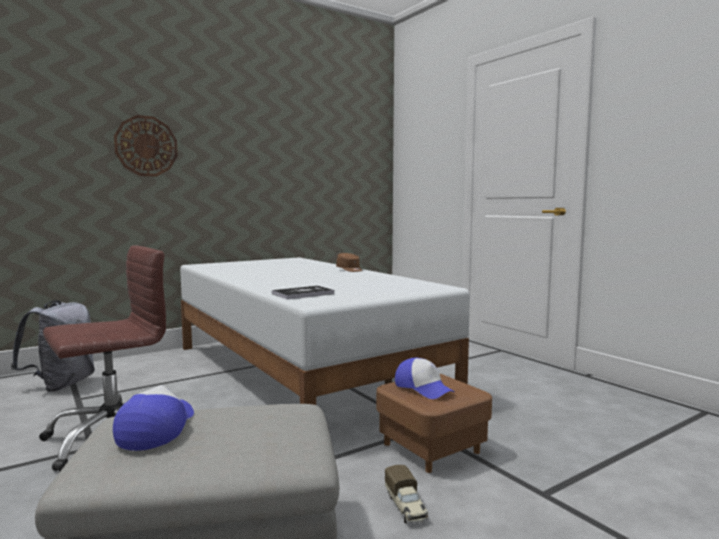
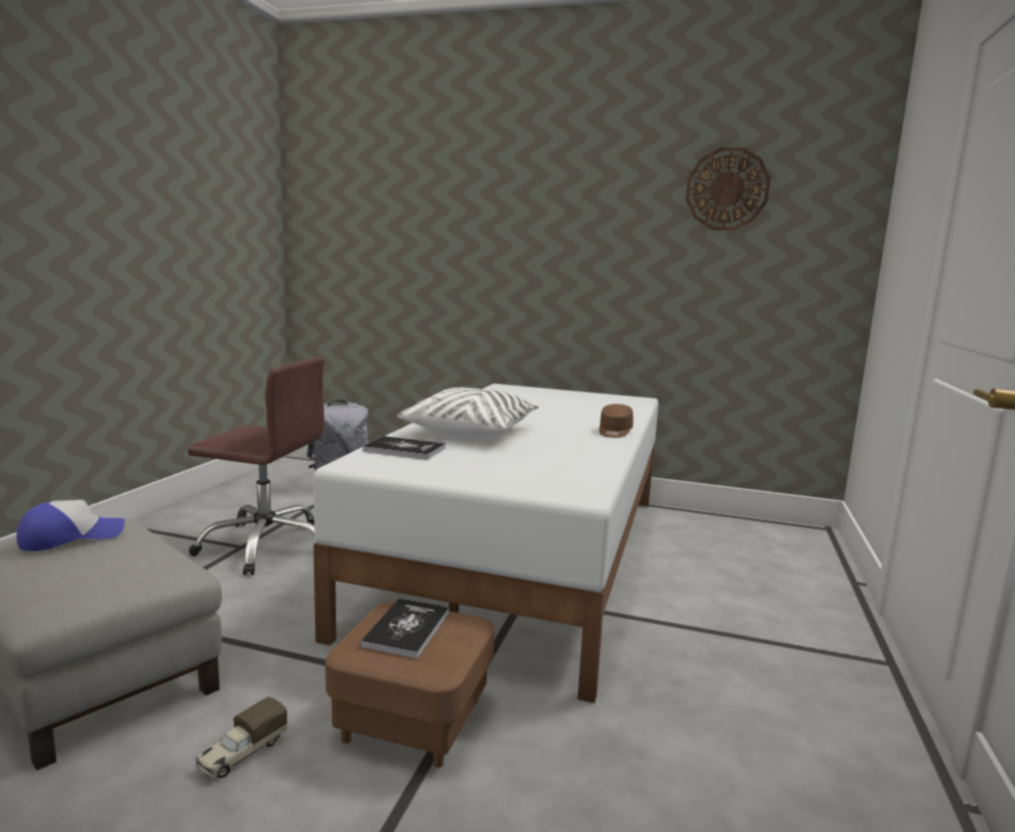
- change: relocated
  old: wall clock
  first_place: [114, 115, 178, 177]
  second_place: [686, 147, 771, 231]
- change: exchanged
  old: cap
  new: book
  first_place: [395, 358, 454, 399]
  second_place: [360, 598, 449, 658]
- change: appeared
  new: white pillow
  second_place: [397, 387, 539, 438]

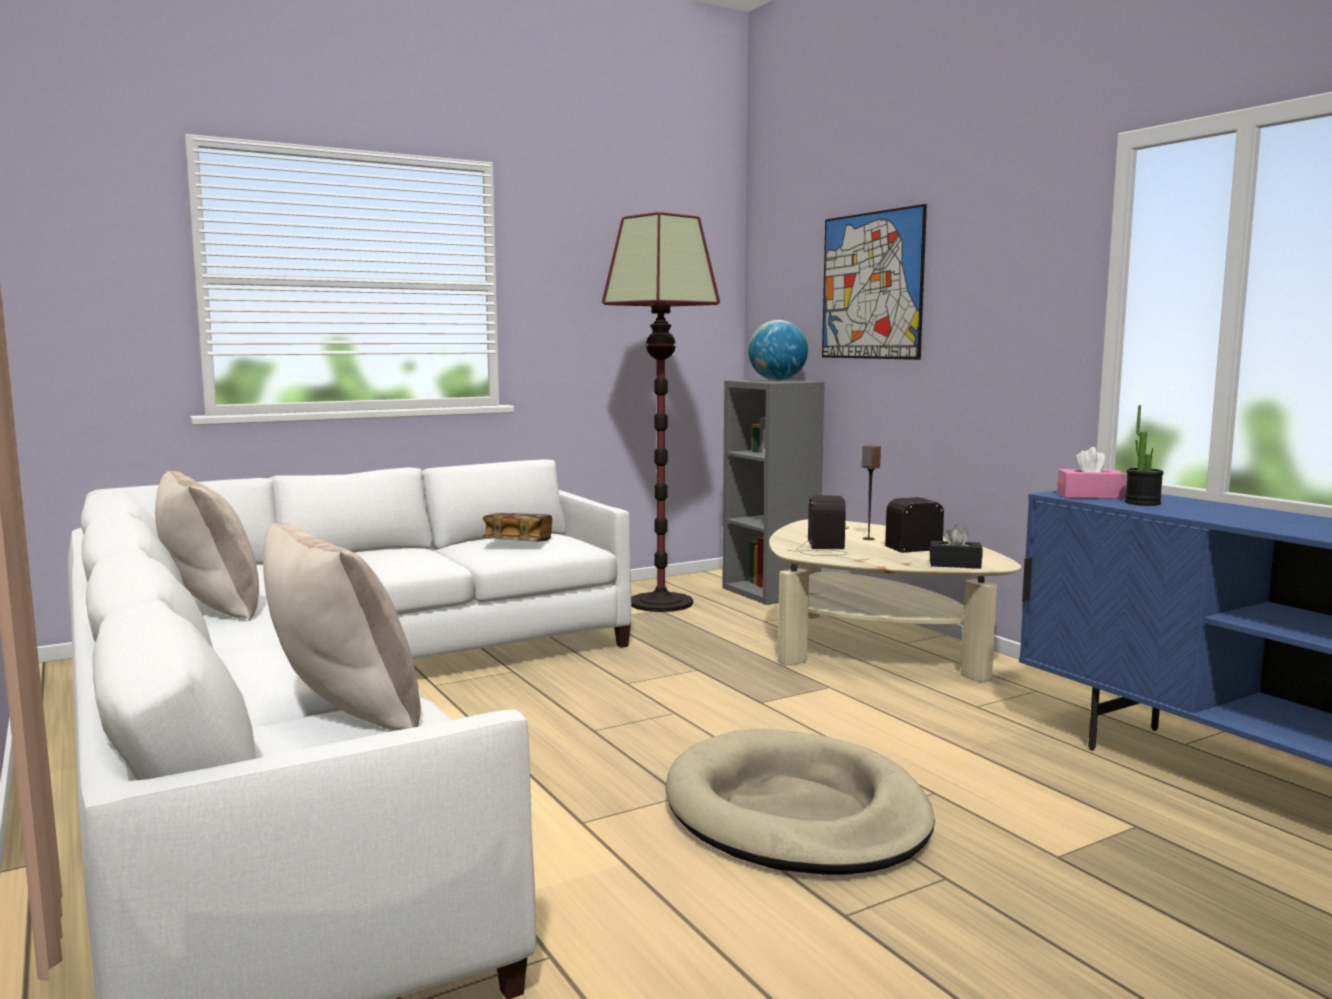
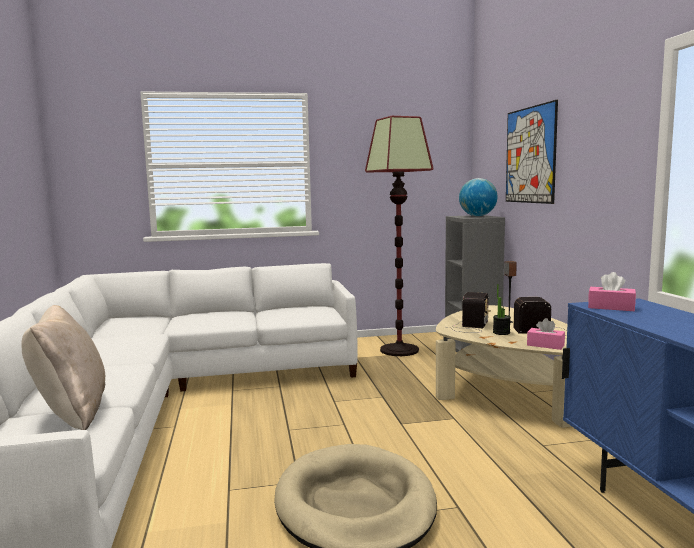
- change: relocated
  old: potted plant
  first_place: [1125, 405, 1163, 506]
  second_place: [493, 284, 511, 335]
- change: missing
  old: beige pillow
  first_place: [155, 471, 259, 621]
- change: missing
  old: book
  first_place: [482, 513, 552, 541]
- change: colour
  old: black tissue box
  new: pink tissue box
  first_place: [929, 524, 982, 569]
  second_place: [527, 318, 565, 350]

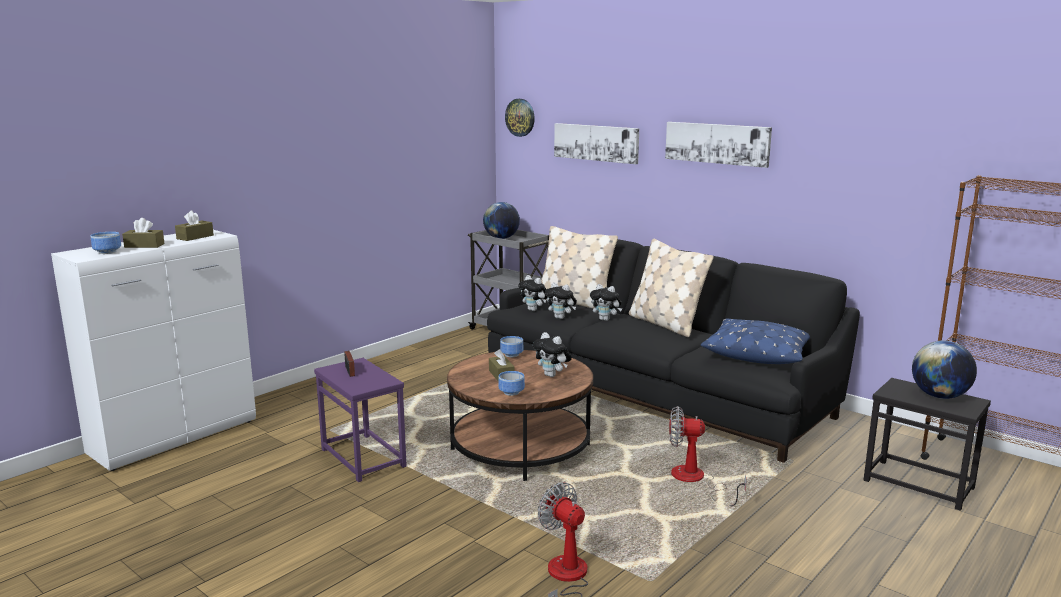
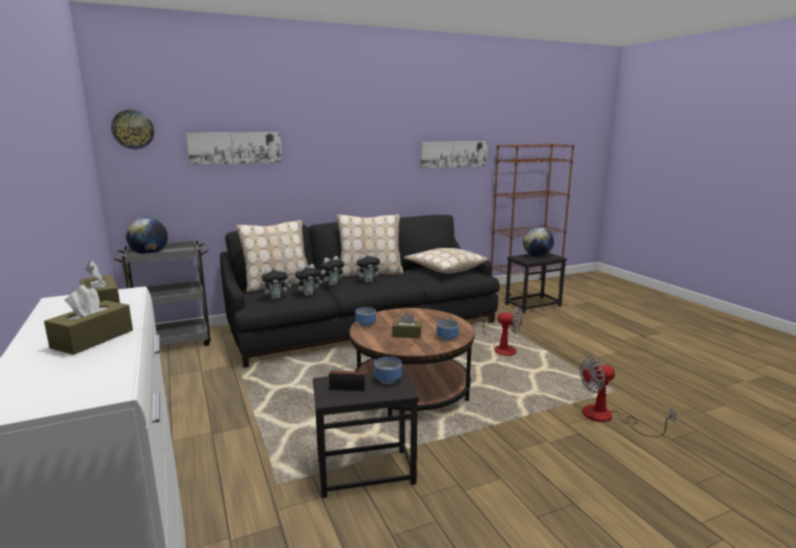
- change: relocated
  old: picture
  first_place: [665, 122, 772, 168]
  second_place: [420, 141, 488, 168]
- change: relocated
  old: bowl
  first_place: [90, 232, 121, 254]
  second_place: [374, 357, 402, 384]
- change: colour
  old: blue pillow
  new: beige pillow
  first_place: [701, 319, 810, 364]
  second_place: [404, 248, 488, 274]
- change: relocated
  old: plush toy
  first_place: [533, 332, 572, 377]
  second_place: [356, 253, 382, 283]
- change: colour
  old: purple side table
  new: black side table
  first_place: [314, 358, 407, 482]
  second_place: [313, 369, 419, 498]
- change: spun
  old: fan
  first_place: [669, 406, 747, 506]
  second_place: [479, 306, 522, 356]
  degrees: -105

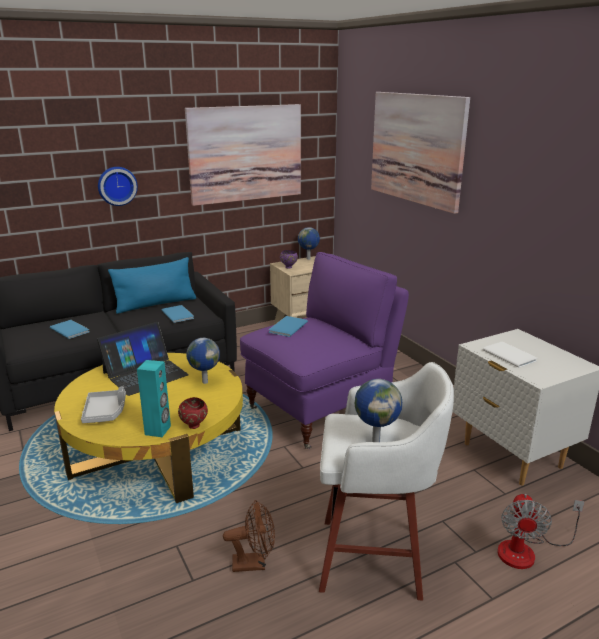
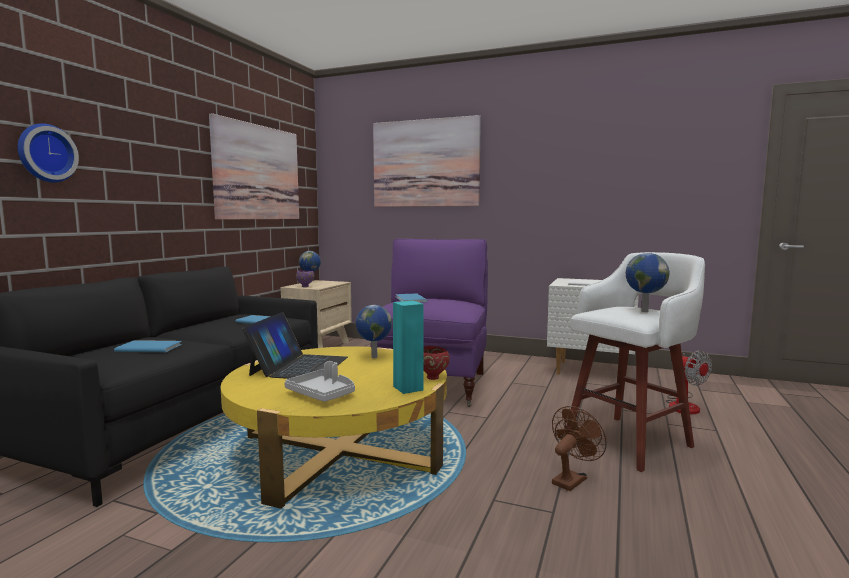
- change: relocated
  old: wall clock
  first_place: [98, 167, 138, 206]
  second_place: [18, 123, 79, 182]
- change: missing
  old: blue pillow
  first_place: [108, 257, 196, 314]

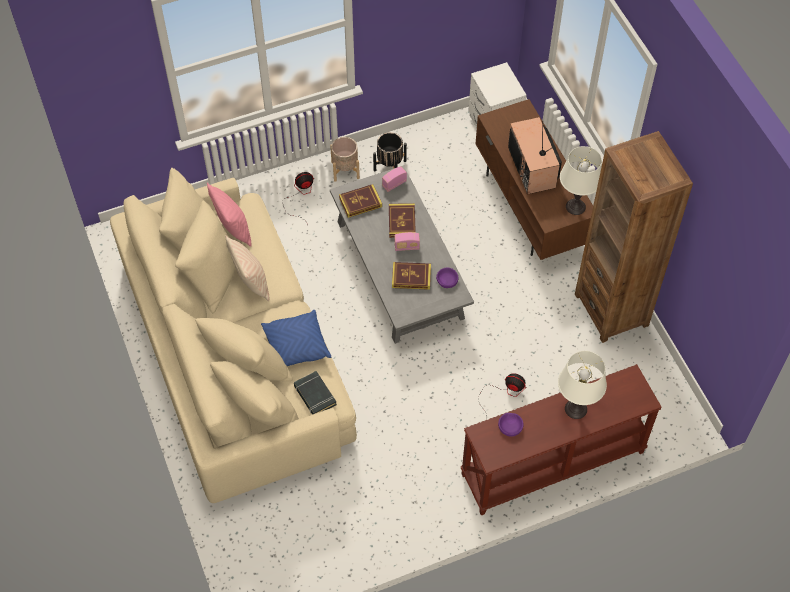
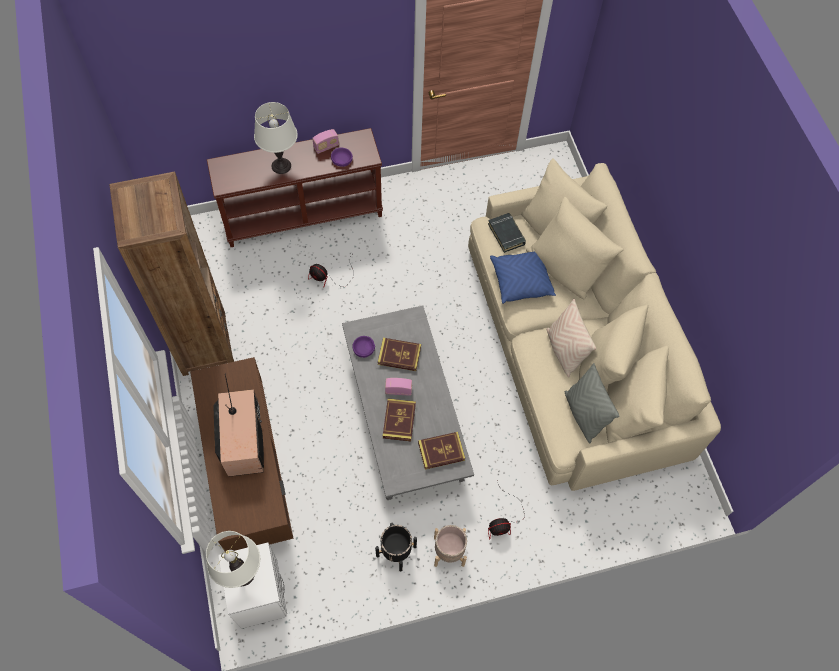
- change: relocated
  old: white table lamp
  first_place: [560, 146, 602, 215]
  second_place: [206, 531, 260, 588]
- change: relocated
  old: radio
  first_place: [382, 166, 407, 192]
  second_place: [312, 129, 339, 154]
- change: colour
  old: pink pillow
  new: grey pillow
  first_place: [207, 183, 251, 247]
  second_place: [565, 363, 620, 443]

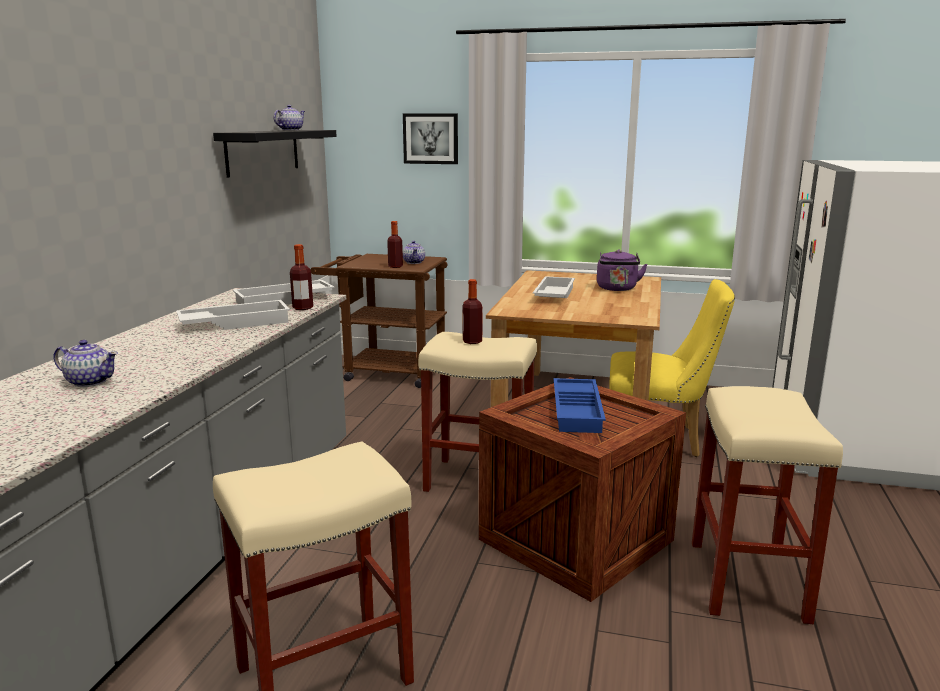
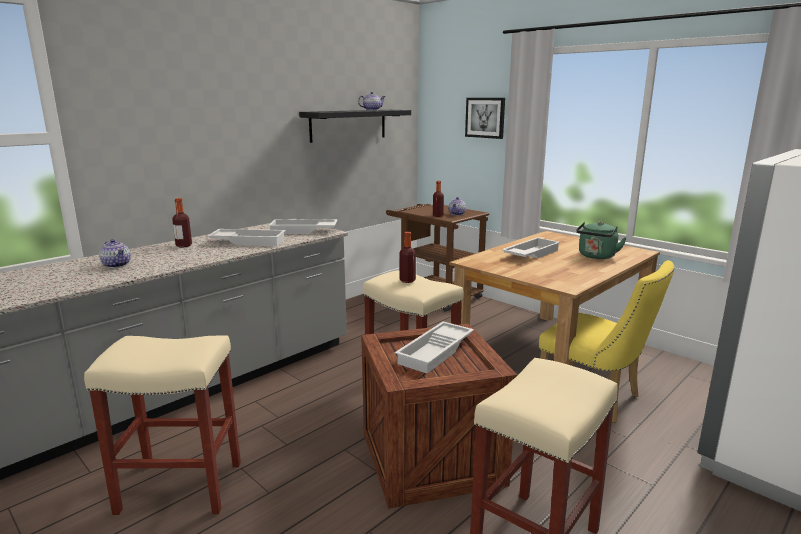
- change: relocated
  old: bottle
  first_place: [290, 244, 313, 310]
  second_place: [172, 198, 192, 247]
- change: colour
  old: purple kettle
  new: green kettle
  first_place: [597, 249, 648, 291]
  second_place: [576, 221, 626, 259]
- change: colour
  old: blue tray
  new: white tray
  first_place: [554, 378, 606, 433]
  second_place: [395, 321, 474, 374]

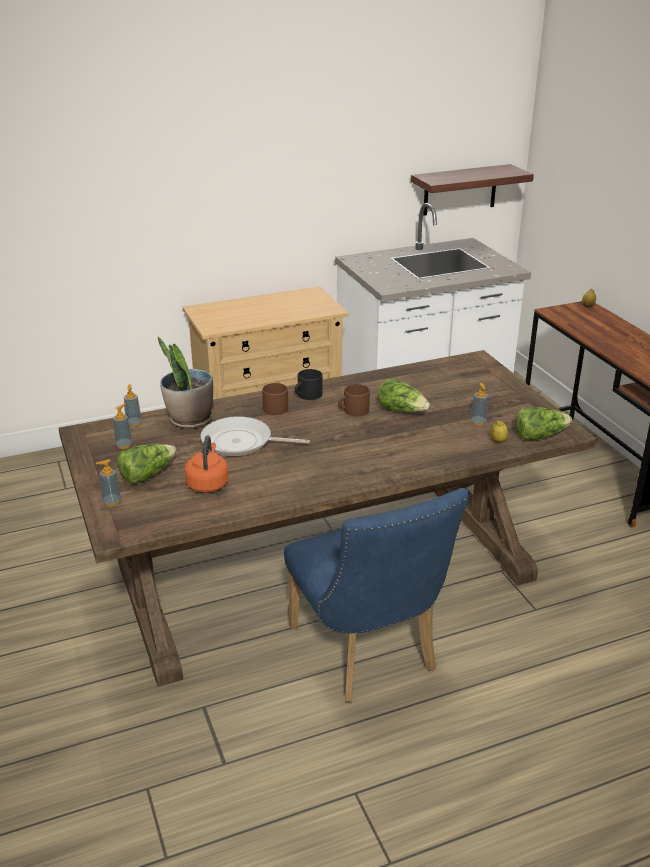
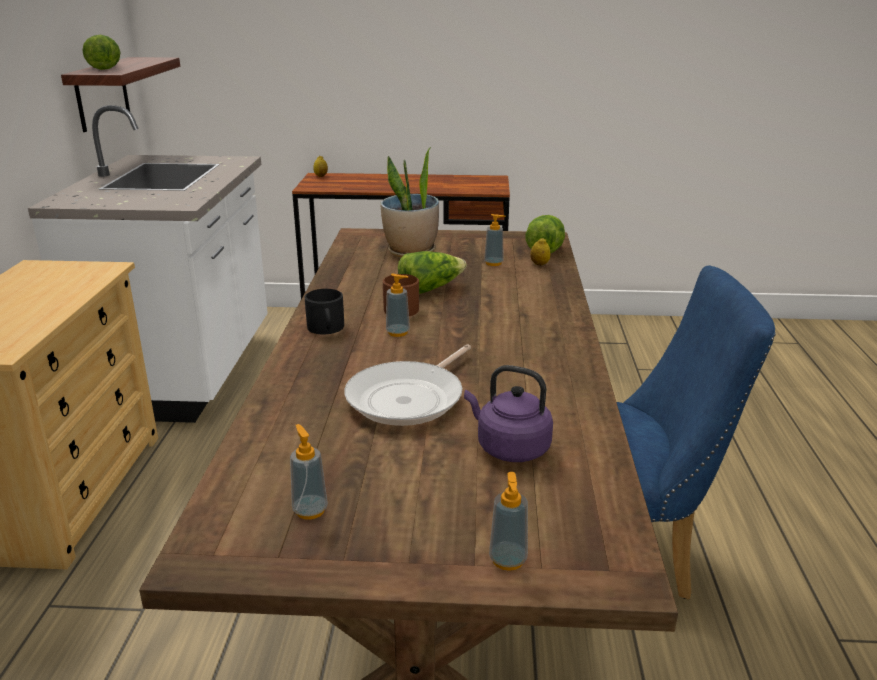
- change: relocated
  old: potted plant
  first_place: [158, 337, 213, 429]
  second_place: [380, 147, 439, 258]
- change: missing
  old: brown mug
  first_place: [262, 383, 288, 415]
- change: relocated
  old: soap dispenser
  first_place: [124, 384, 142, 427]
  second_place: [386, 274, 410, 337]
- change: colour
  old: orange kettle
  new: purple kettle
  first_place: [185, 436, 229, 493]
  second_place: [464, 365, 553, 462]
- change: relocated
  old: lettuce
  first_place: [117, 444, 176, 484]
  second_place: [82, 35, 121, 70]

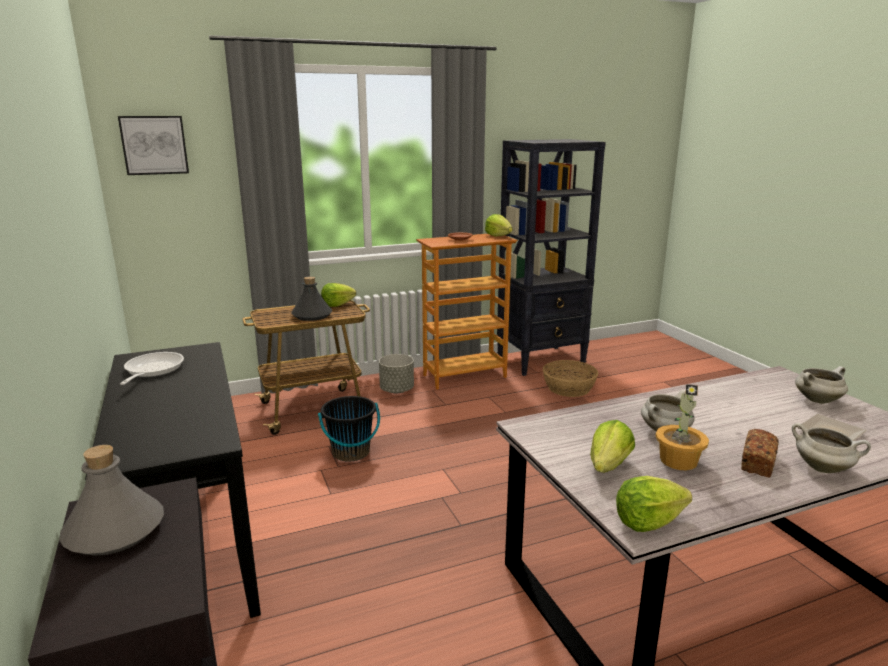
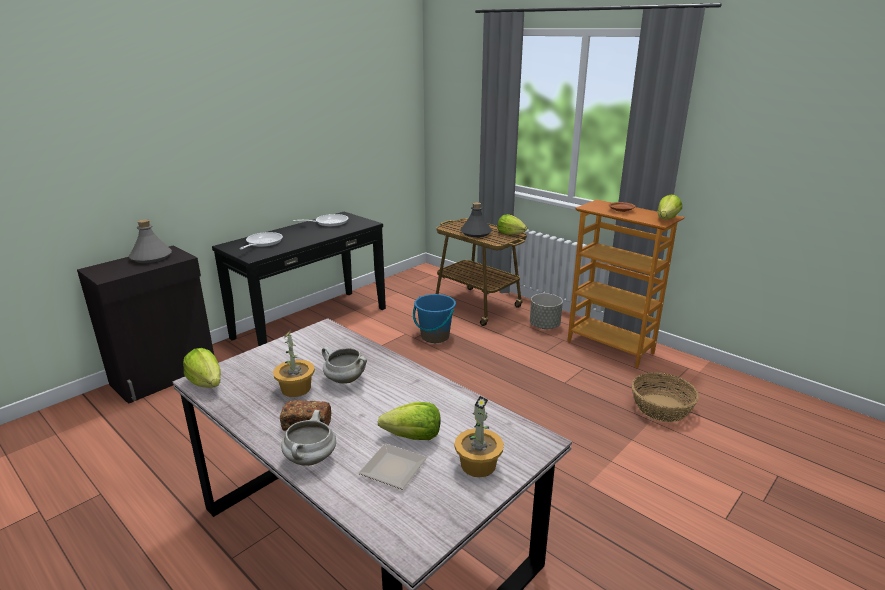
- change: missing
  old: picture
  first_place: [118, 116, 189, 175]
- change: missing
  old: black bookcase
  first_place: [497, 139, 606, 376]
- change: exchanged
  old: white cooking pot
  new: potted plant
  first_place: [795, 366, 848, 404]
  second_place: [454, 396, 504, 477]
- change: colour
  old: black bucket
  new: blue bucket
  first_place: [318, 396, 380, 462]
  second_place: [413, 294, 456, 343]
- change: relocated
  old: lettuce
  first_place: [590, 420, 635, 473]
  second_place: [378, 402, 441, 440]
- change: appeared
  new: frying pan
  second_place: [240, 232, 283, 249]

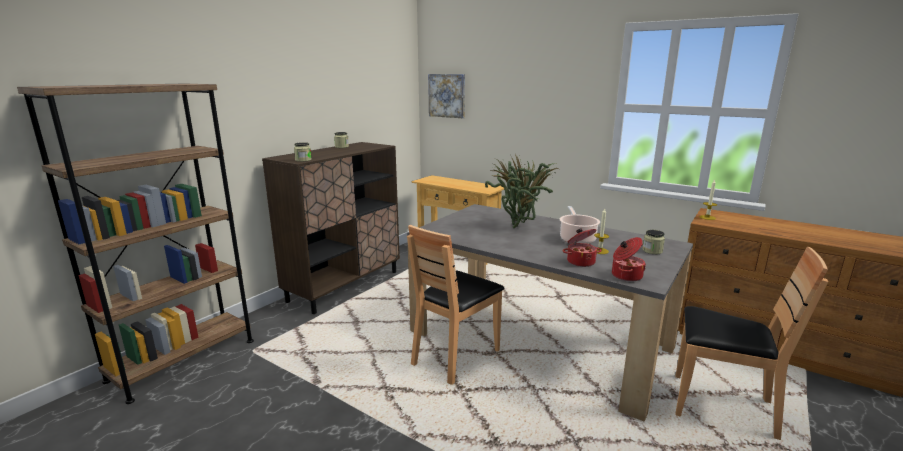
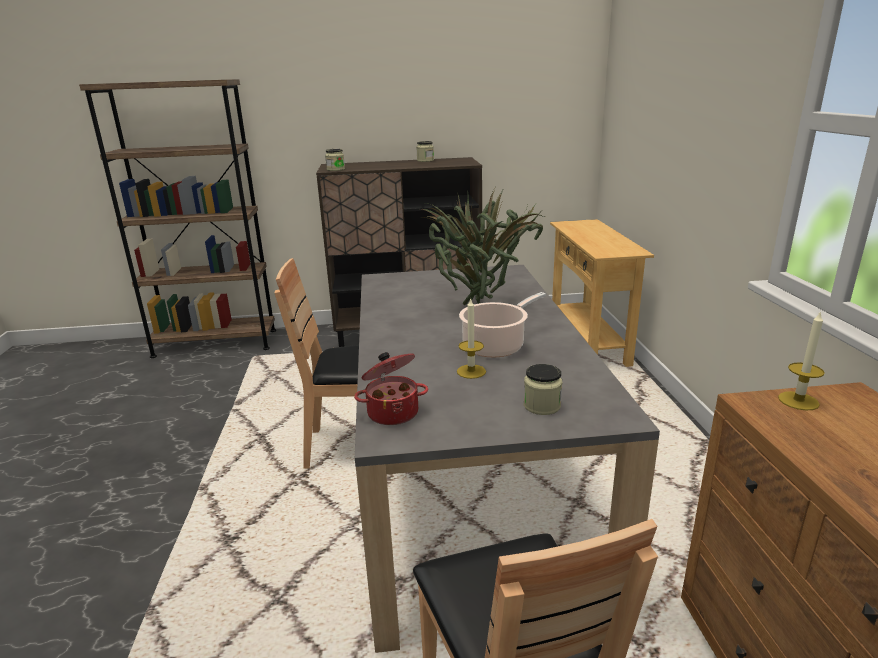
- change: missing
  old: picture
  first_place: [428, 74, 465, 118]
- change: missing
  old: cooking pot
  first_place: [563, 228, 602, 267]

